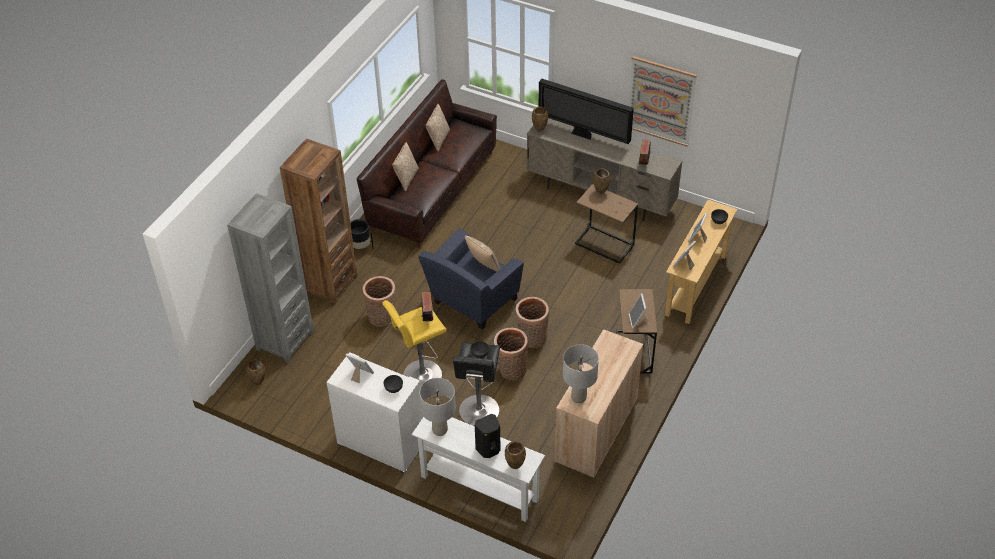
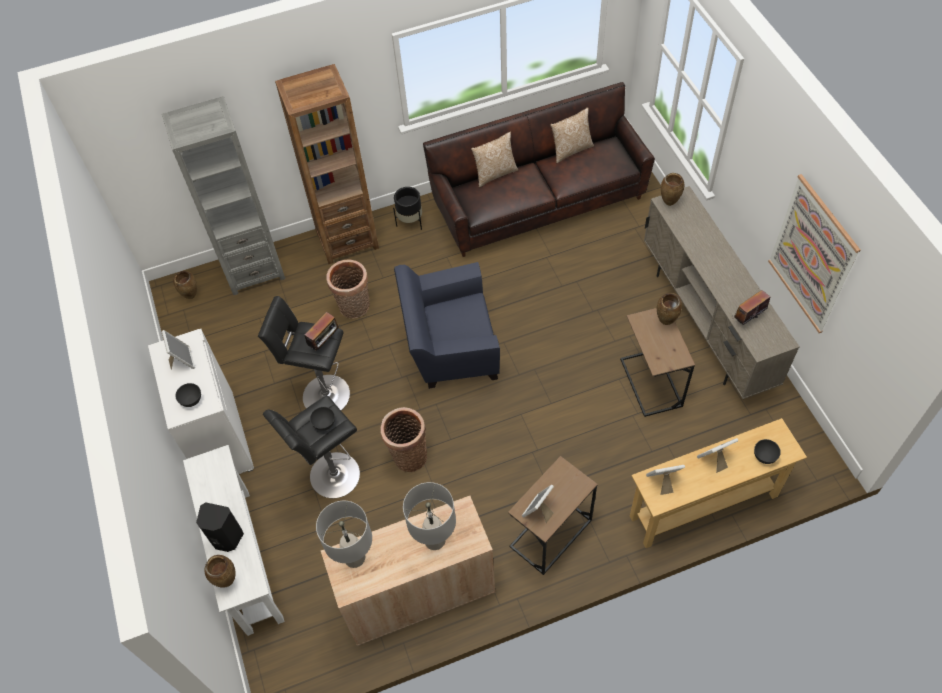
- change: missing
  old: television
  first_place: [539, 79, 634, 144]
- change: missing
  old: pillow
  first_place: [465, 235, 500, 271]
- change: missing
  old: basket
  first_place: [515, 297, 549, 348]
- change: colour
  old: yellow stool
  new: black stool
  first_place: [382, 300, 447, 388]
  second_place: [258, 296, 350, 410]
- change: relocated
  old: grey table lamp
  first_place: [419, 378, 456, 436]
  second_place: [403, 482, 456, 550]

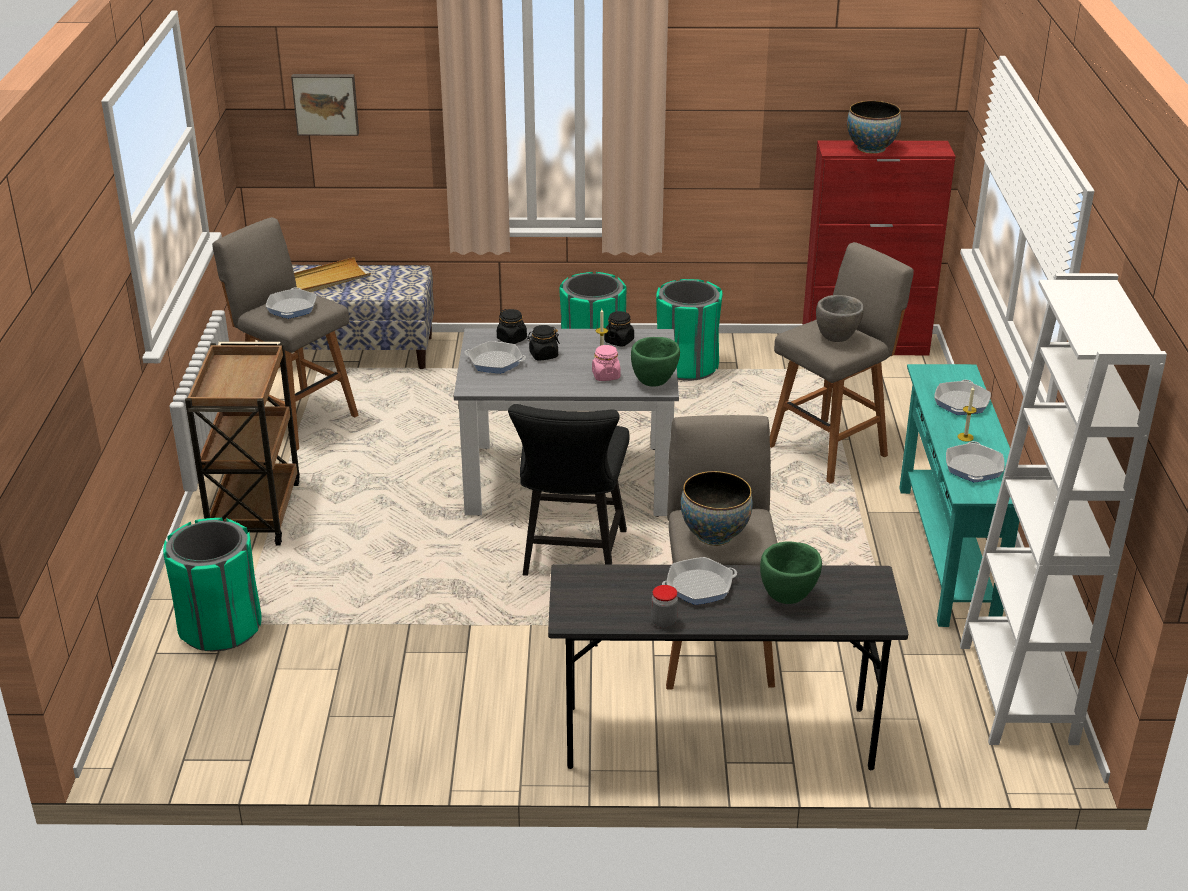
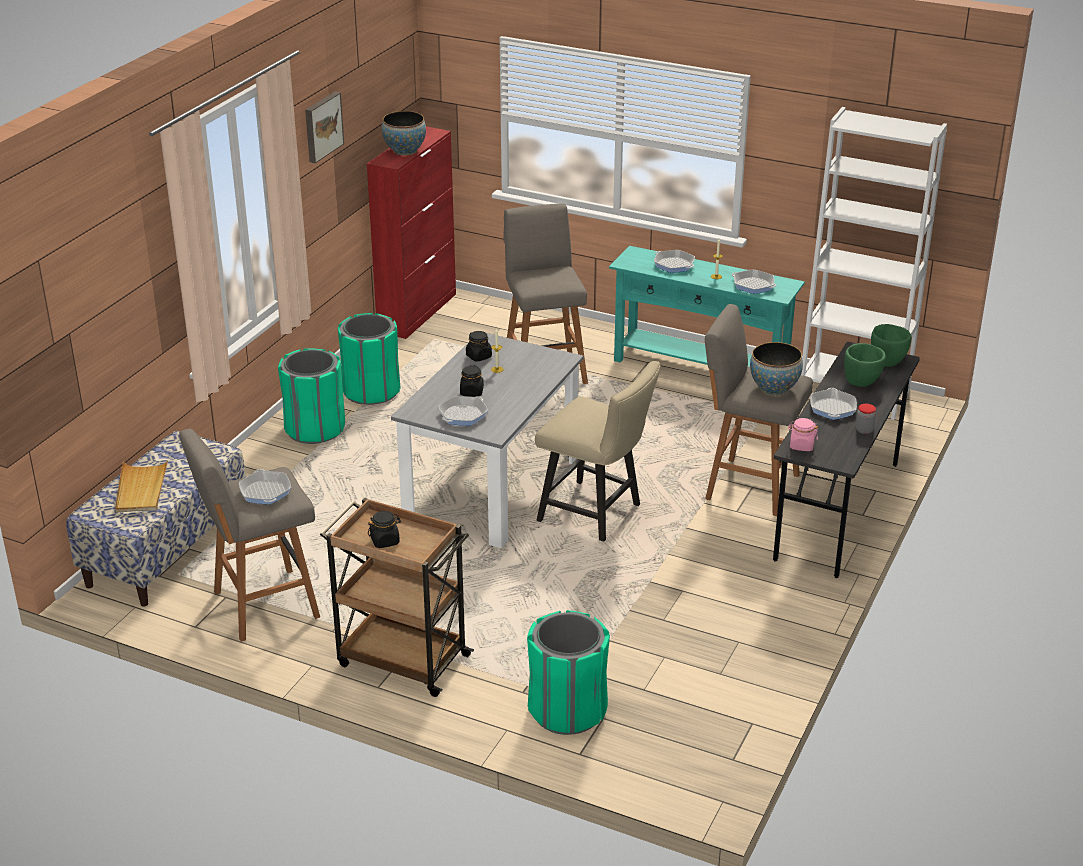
- change: relocated
  old: picture
  first_place: [291, 74, 359, 136]
  second_place: [305, 91, 344, 163]
- change: spun
  old: frying pan
  first_place: [266, 287, 317, 319]
  second_place: [239, 469, 291, 504]
  degrees: -135
- change: missing
  old: grey bowl
  first_place: [816, 295, 864, 342]
- change: relocated
  old: black jar
  first_place: [497, 309, 527, 344]
  second_place: [368, 511, 401, 548]
- change: relocated
  old: green bowl
  first_place: [631, 337, 680, 387]
  second_place: [871, 324, 911, 367]
- change: relocated
  old: pink jar
  first_place: [592, 345, 621, 381]
  second_place: [788, 418, 818, 451]
- change: colour
  old: black chair
  new: beige chair
  first_place: [508, 404, 629, 576]
  second_place: [535, 361, 661, 542]

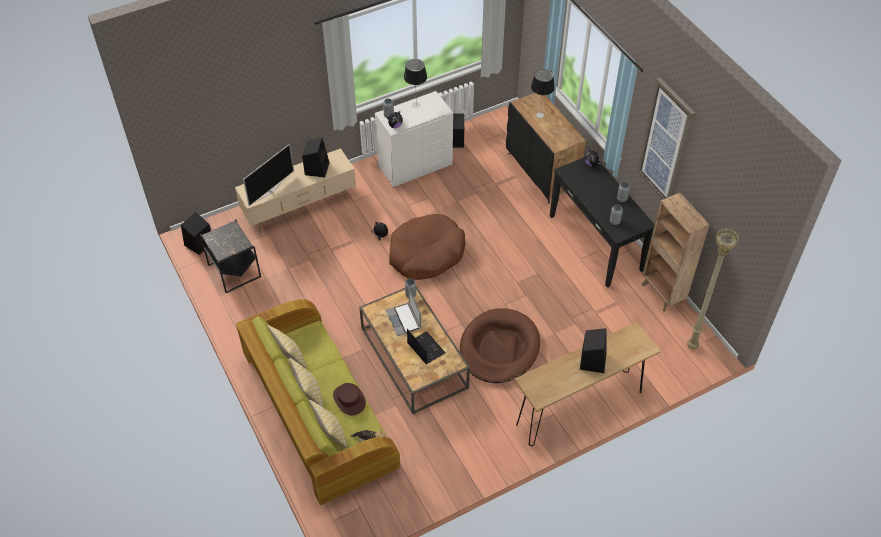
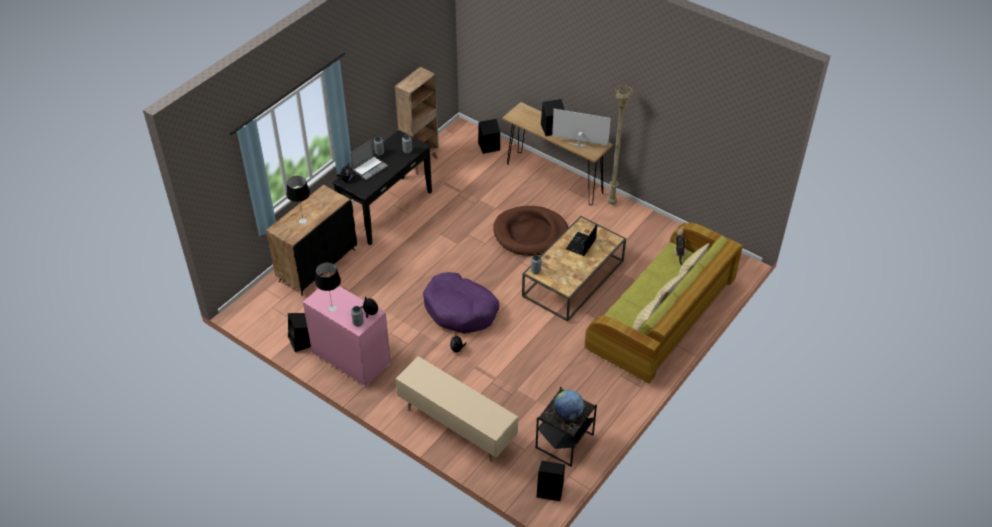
- change: missing
  old: picture
  first_place: [637, 77, 696, 200]
- change: colour
  old: white dresser
  new: pink dresser
  first_place: [375, 91, 453, 188]
  second_place: [303, 286, 391, 388]
- change: relocated
  old: black speaker
  first_place: [302, 138, 330, 177]
  second_place: [478, 119, 500, 154]
- change: relocated
  old: television
  first_place: [243, 144, 294, 206]
  second_place: [552, 109, 611, 148]
- change: colour
  old: brown dog bed
  new: purple dog bed
  first_place: [389, 214, 466, 280]
  second_place: [423, 272, 499, 334]
- change: relocated
  old: beige floor lamp
  first_place: [687, 228, 739, 350]
  second_place: [607, 85, 633, 205]
- change: relocated
  old: laptop
  first_place: [386, 288, 421, 336]
  second_place: [350, 139, 388, 180]
- change: missing
  old: brown hat
  first_place: [333, 383, 366, 416]
- change: appeared
  new: globe
  second_place: [554, 390, 584, 420]

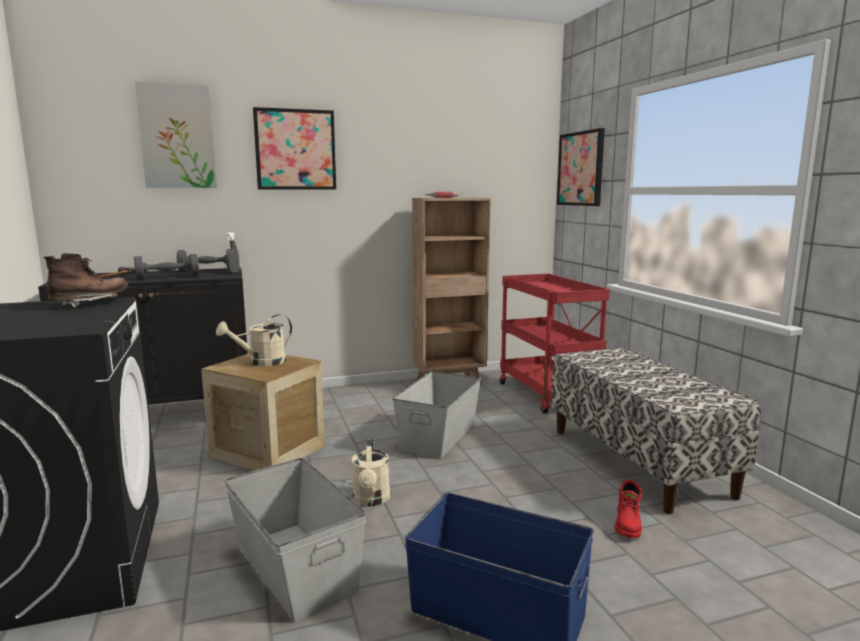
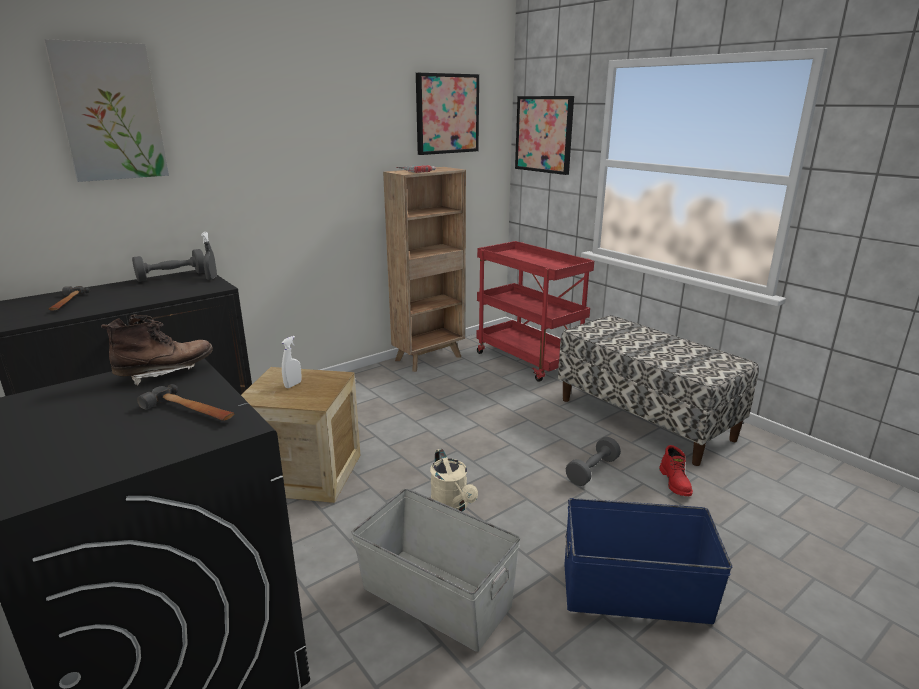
- change: relocated
  old: picture
  first_place: [253, 107, 336, 190]
  second_place: [416, 73, 479, 155]
- change: spun
  old: brown boot
  first_place: [44, 253, 128, 308]
  second_place: [101, 315, 213, 386]
  degrees: 45
- change: relocated
  old: grey dumbbell
  first_place: [134, 254, 199, 279]
  second_place: [566, 437, 621, 486]
- change: exchanged
  old: beige watering can
  new: white spray bottle
  first_place: [216, 314, 292, 366]
  second_place: [282, 336, 302, 388]
- change: missing
  old: grey storage box
  first_place: [392, 371, 481, 459]
- change: appeared
  new: hammer
  second_place: [137, 384, 235, 421]

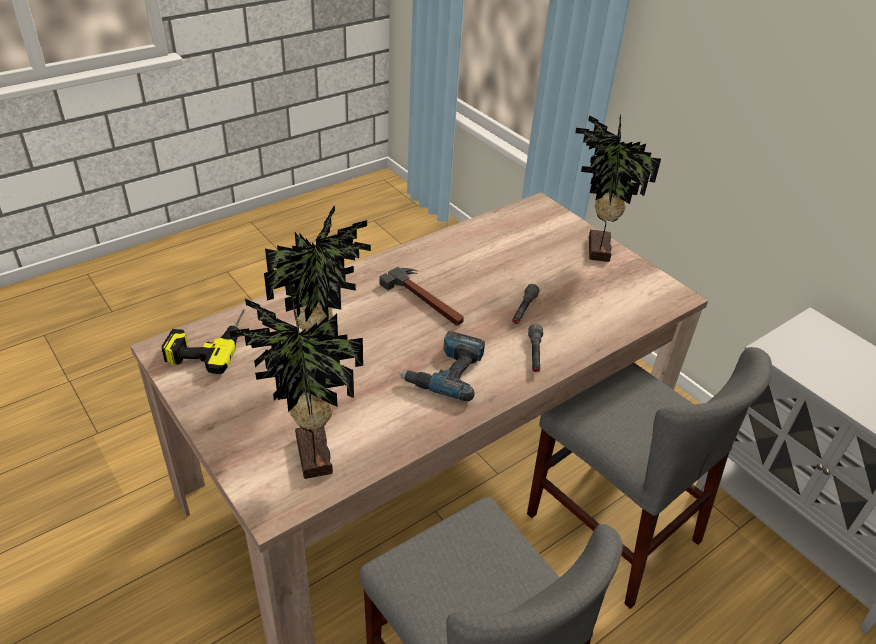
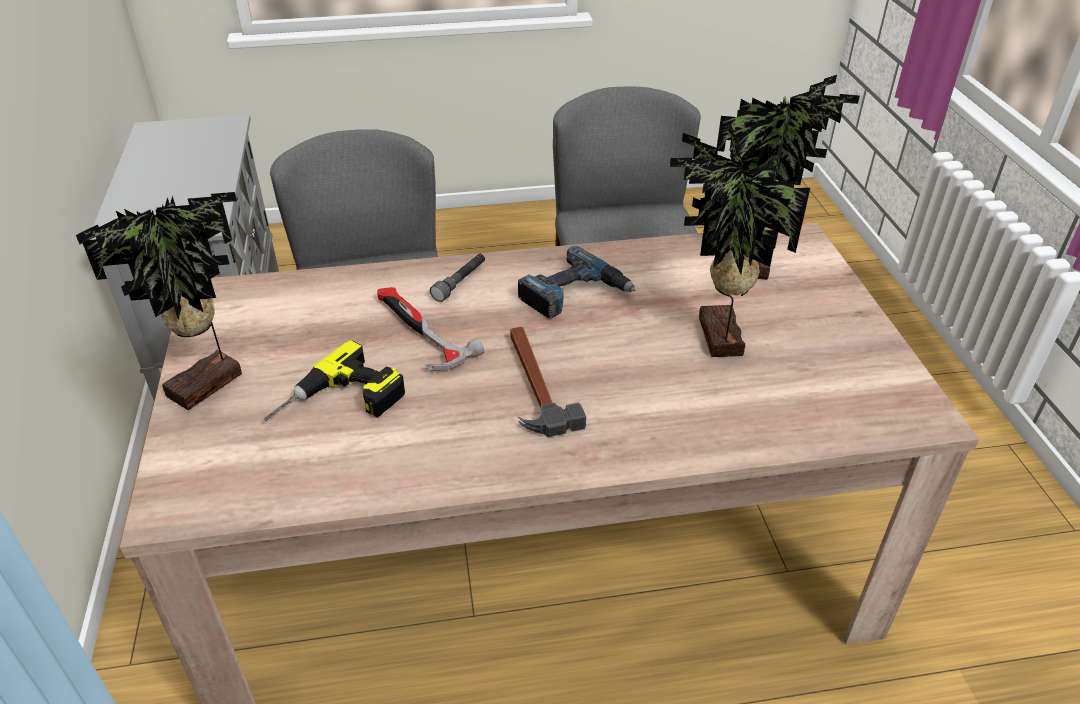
- change: exchanged
  old: grey flashlight
  new: hammer
  first_place: [512, 284, 540, 324]
  second_place: [377, 287, 484, 371]
- change: relocated
  old: power drill
  first_place: [162, 309, 245, 374]
  second_place: [264, 340, 405, 421]

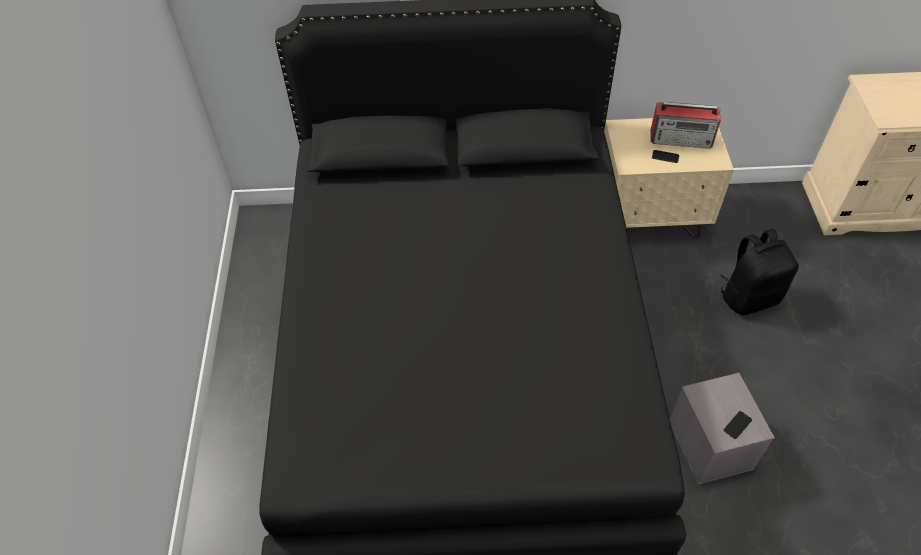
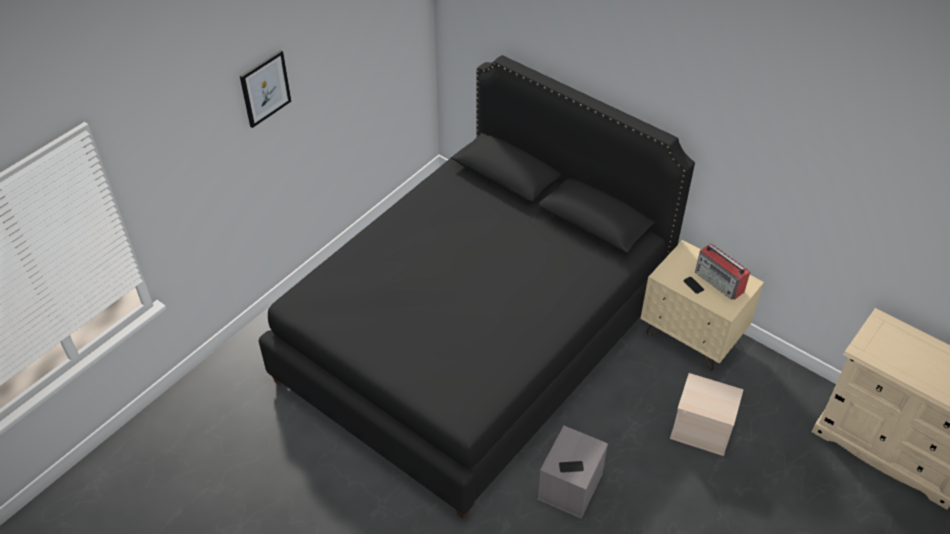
- change: exchanged
  old: black backpack
  new: beige storage box
  first_place: [720, 229, 799, 315]
  second_place: [670, 373, 744, 456]
- change: appeared
  new: picture
  second_place: [240, 50, 291, 128]

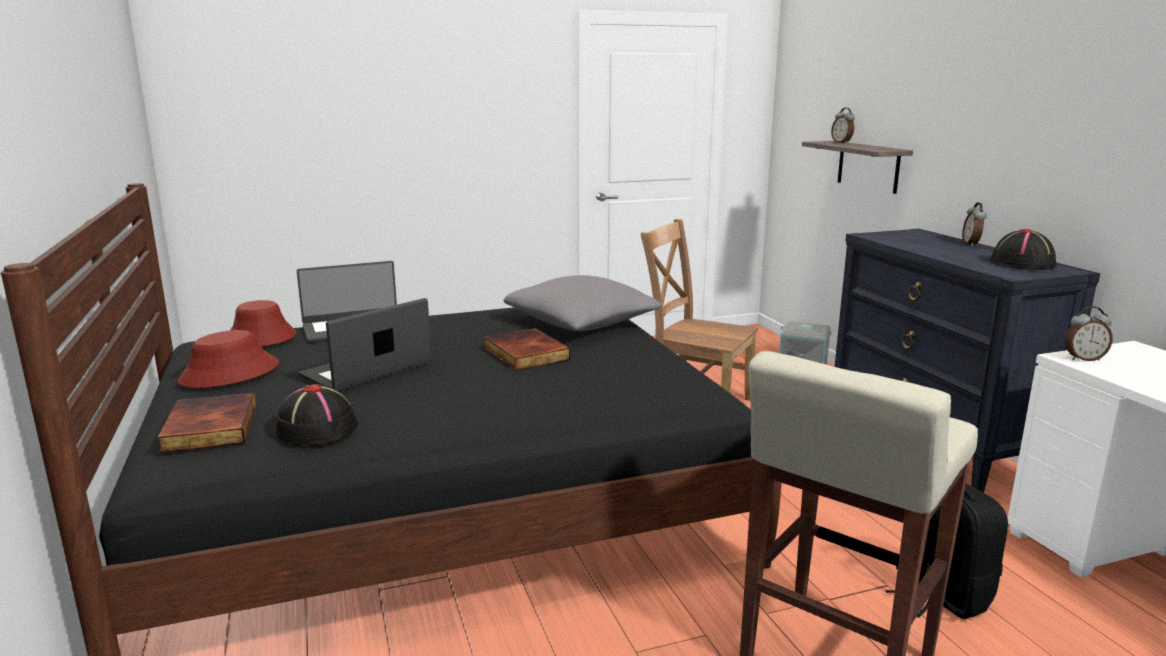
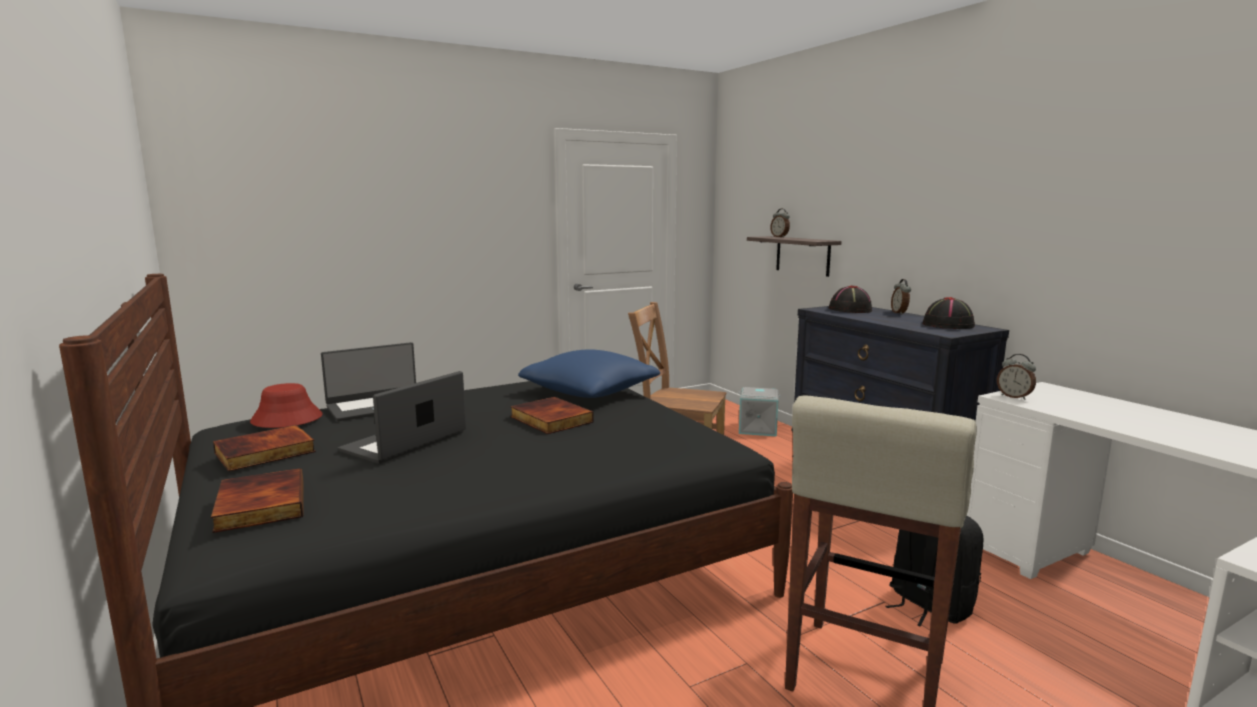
- change: colour
  old: grey pillow
  new: blue pillow
  first_place: [503, 275, 662, 331]
  second_place: [518, 349, 660, 398]
- change: spun
  old: alarm clock
  first_place: [1065, 306, 1113, 361]
  second_place: [997, 354, 1036, 400]
  degrees: 60
- change: exchanged
  old: red hat
  new: book
  first_place: [177, 330, 279, 388]
  second_place: [213, 425, 316, 472]
- change: relocated
  old: black hat
  first_place: [275, 384, 358, 445]
  second_place: [829, 286, 872, 313]

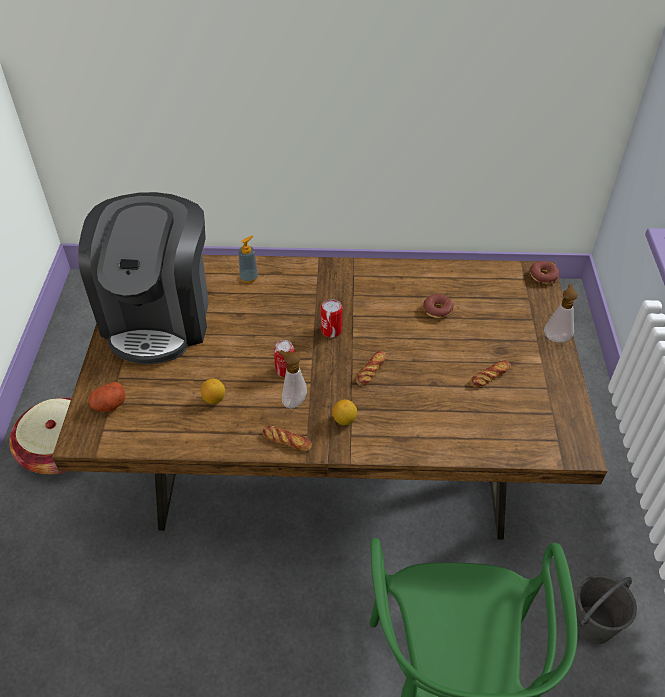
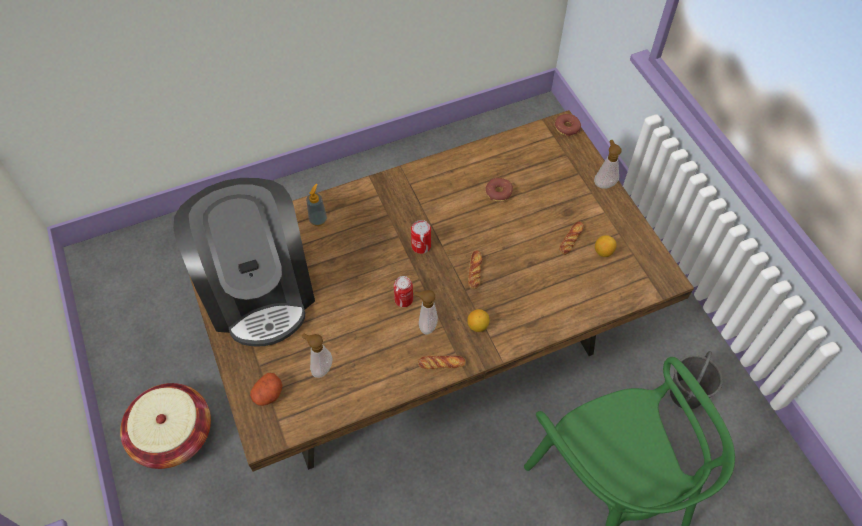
- change: relocated
  old: lemon
  first_place: [201, 379, 225, 404]
  second_place: [595, 235, 617, 257]
- change: appeared
  new: soap dispenser
  second_place: [302, 334, 333, 378]

